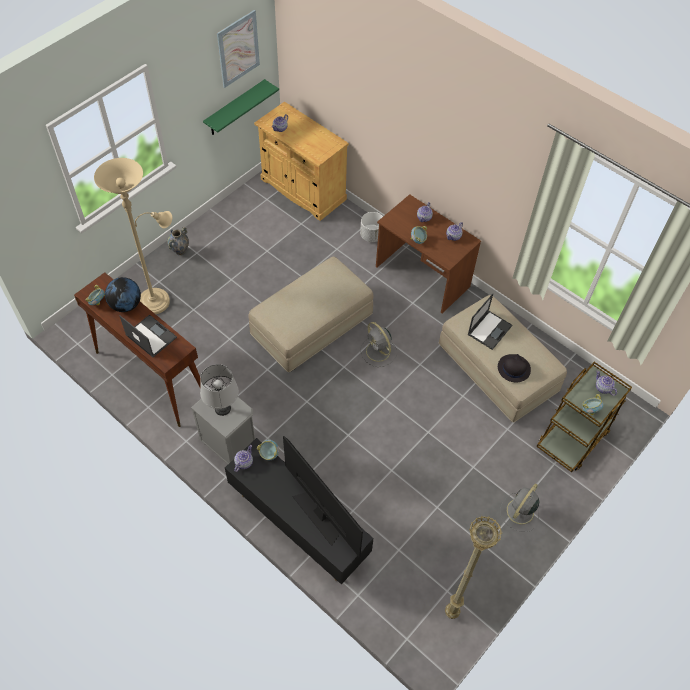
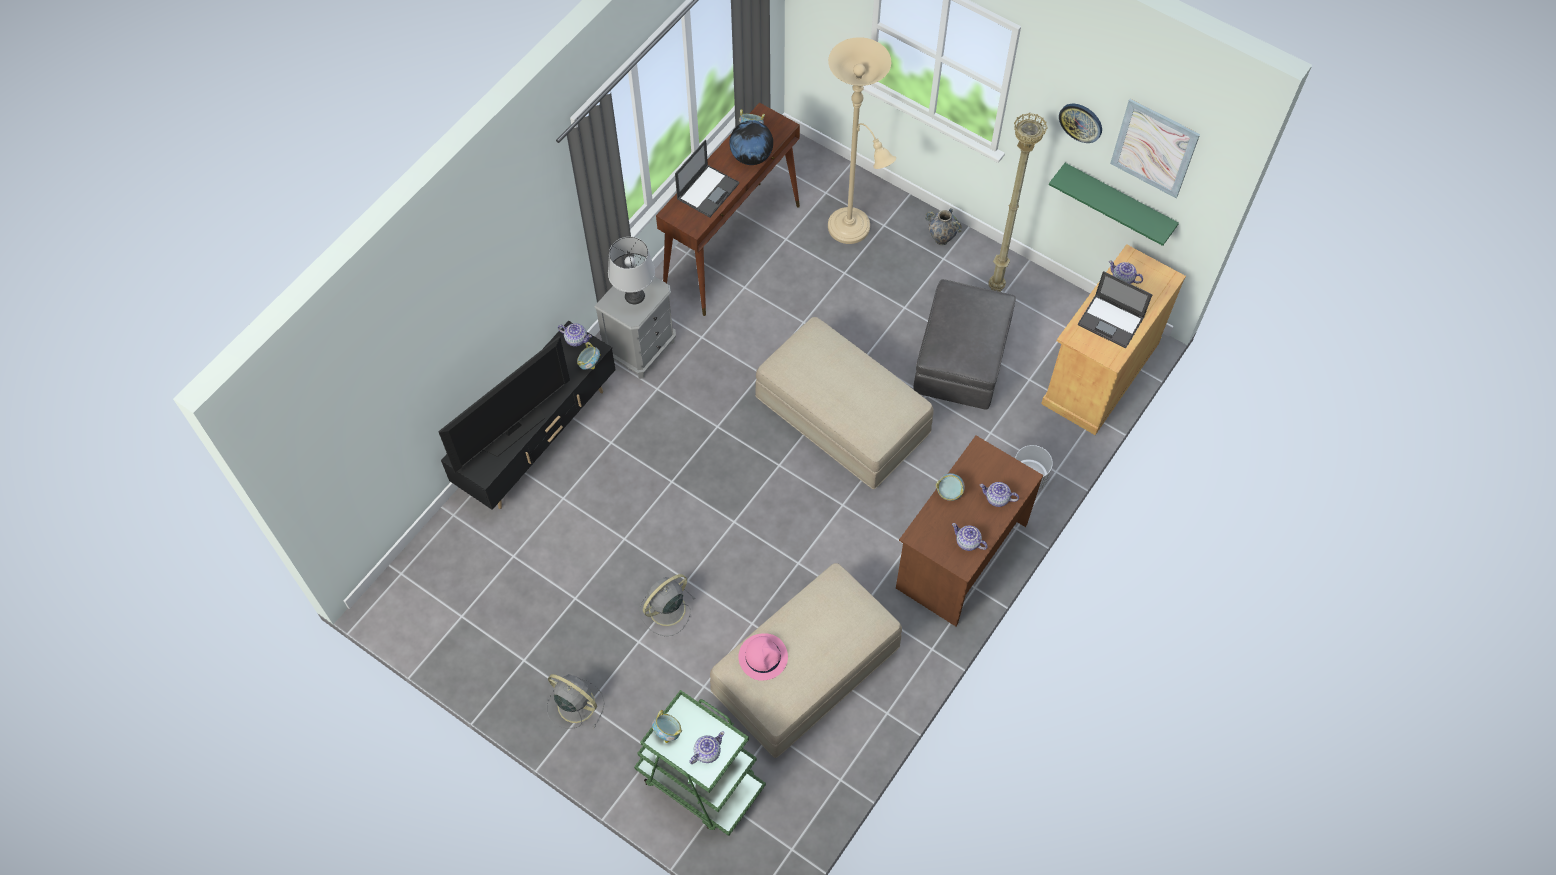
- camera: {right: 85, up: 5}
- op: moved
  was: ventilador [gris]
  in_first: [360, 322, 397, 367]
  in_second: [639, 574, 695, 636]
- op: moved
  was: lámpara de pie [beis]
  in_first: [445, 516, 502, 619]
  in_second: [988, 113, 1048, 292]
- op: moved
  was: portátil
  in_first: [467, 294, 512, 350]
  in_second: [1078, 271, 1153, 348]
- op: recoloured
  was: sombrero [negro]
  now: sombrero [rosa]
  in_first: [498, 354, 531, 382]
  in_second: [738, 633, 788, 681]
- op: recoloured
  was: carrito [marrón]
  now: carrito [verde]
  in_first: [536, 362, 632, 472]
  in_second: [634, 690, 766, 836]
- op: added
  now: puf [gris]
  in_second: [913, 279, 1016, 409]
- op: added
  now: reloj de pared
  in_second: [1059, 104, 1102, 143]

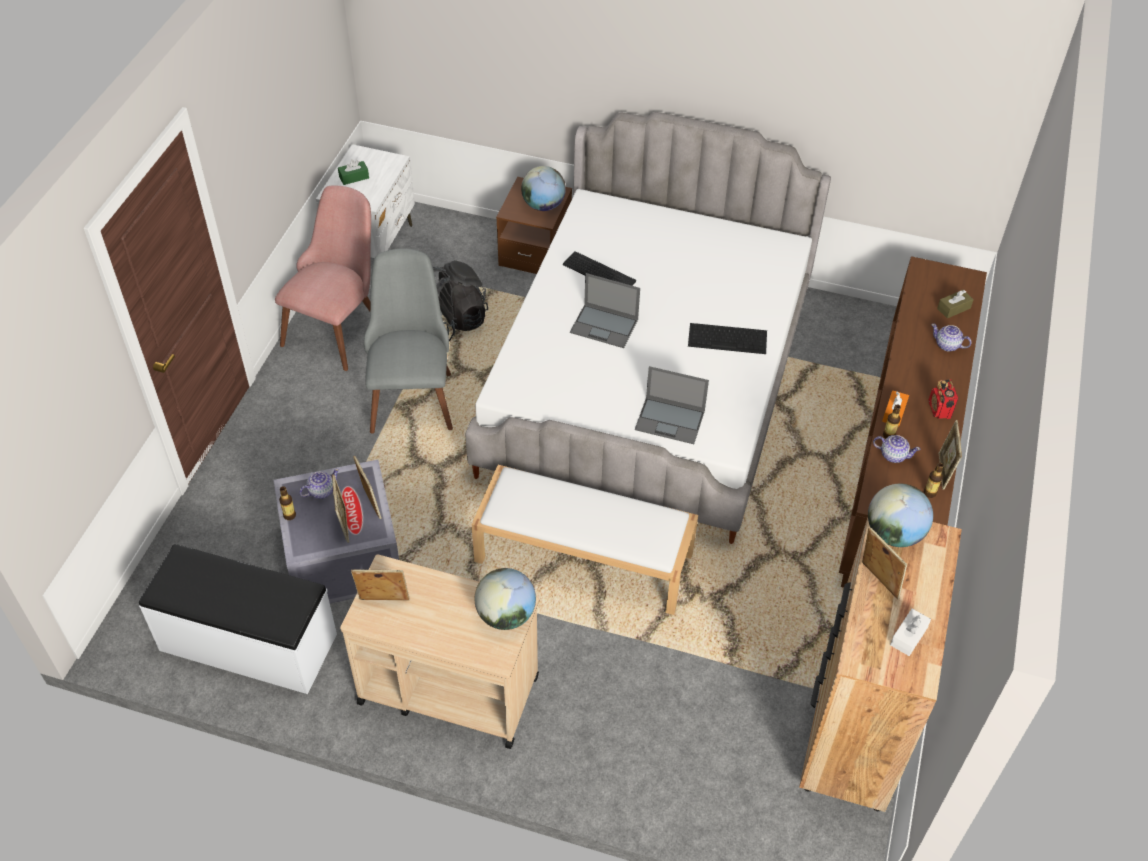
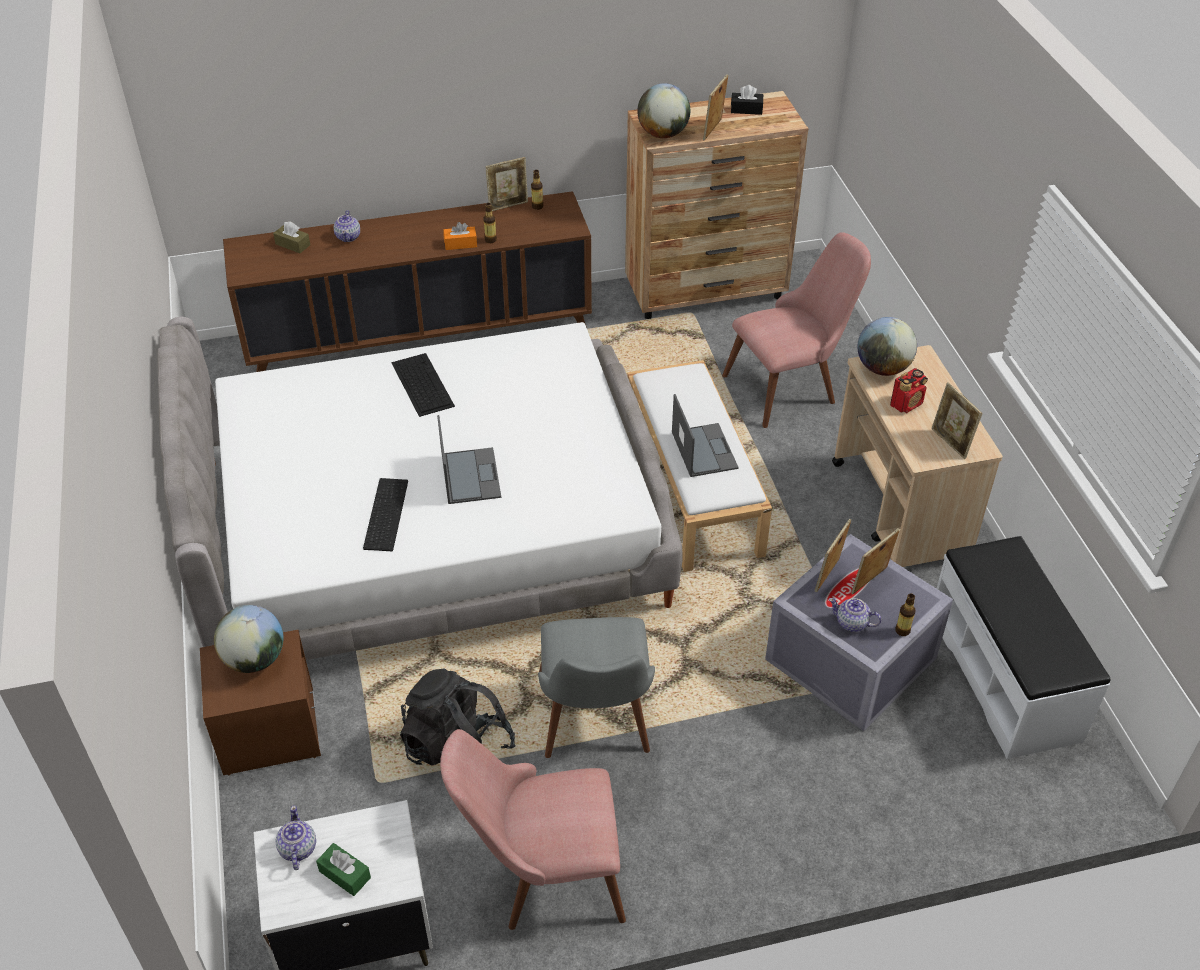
- camera: {right: -120, up: -5}
- op: turned
  was: silla [gris]
  in_first: [364, 249, 453, 433]
  in_second: [538, 617, 655, 758]
  clockwise: -60
- op: moved
  was: portátil
  in_first: [635, 366, 709, 444]
  in_second: [672, 394, 739, 477]
- op: moved
  was: tetera
  in_first: [873, 435, 920, 463]
  in_second: [275, 805, 316, 870]
- op: recoloured
  was: caja de pañuelos [blanco]
  now: caja de pañuelos [negro]
  in_first: [890, 609, 931, 656]
  in_second: [731, 85, 763, 115]
- op: moved
  was: radio
  in_first: [929, 379, 959, 419]
  in_second: [890, 368, 928, 413]
- op: added
  now: silla [rosa]
  in_second: [722, 232, 871, 428]

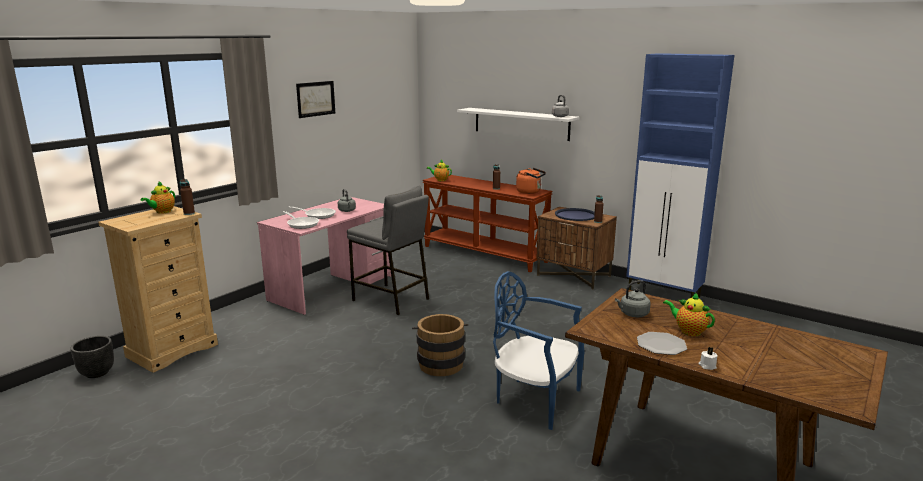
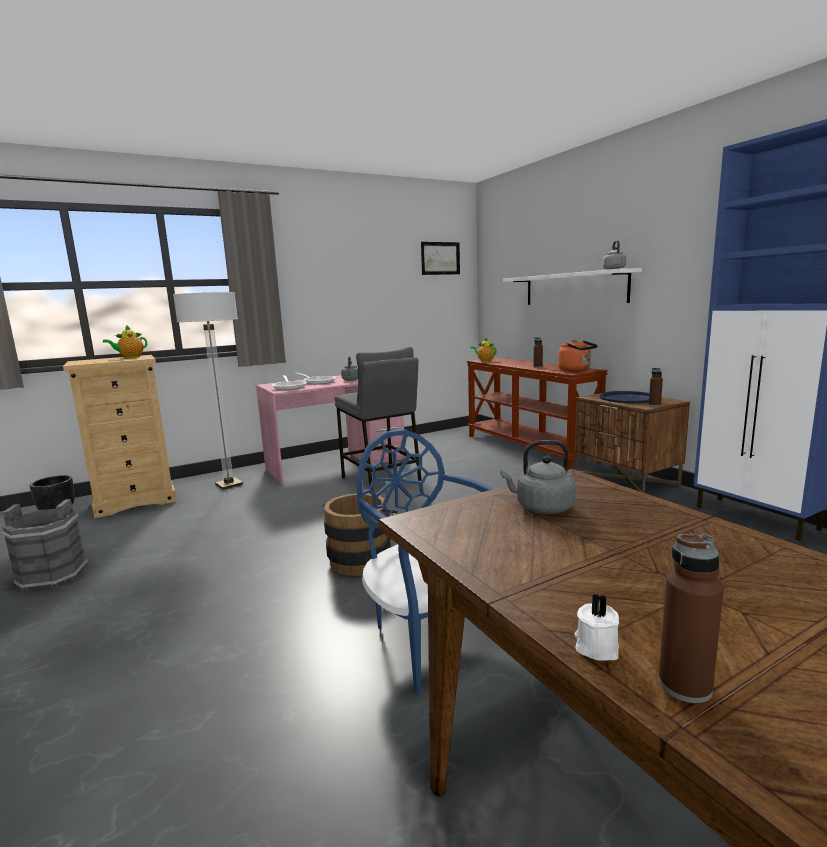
- camera: {right: 25, up: -5}
- op: moved
  was: botella [marrón]
  in_first: [180, 179, 195, 215]
  in_second: [659, 533, 724, 703]
- op: moved
  was: cuadro
  in_first: [296, 81, 335, 118]
  in_second: [421, 242, 460, 275]
- op: removed
  was: plato
  in_first: [637, 332, 687, 355]
- op: removed
  was: tetera
  in_first: [663, 292, 715, 336]
- op: added
  now: cubo [gris]
  in_second: [2, 499, 88, 591]
- op: added
  now: lámpara de pie
  in_second: [173, 292, 243, 490]

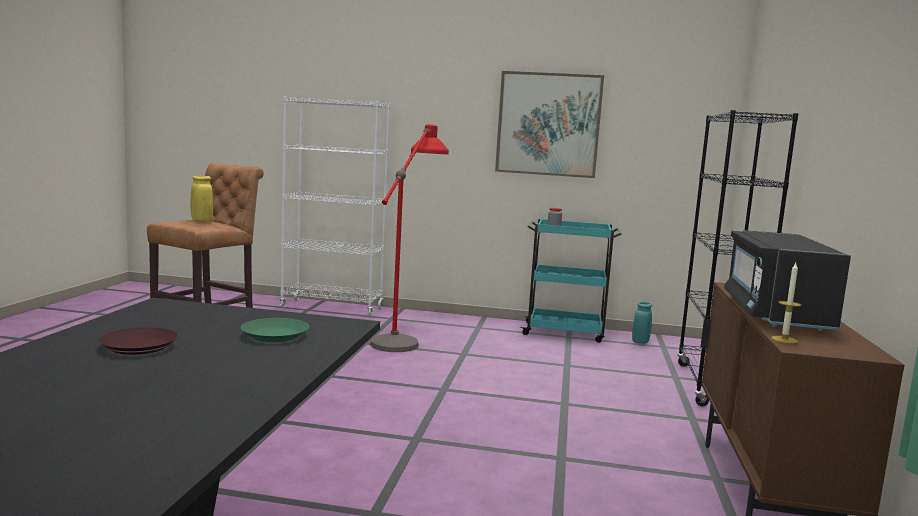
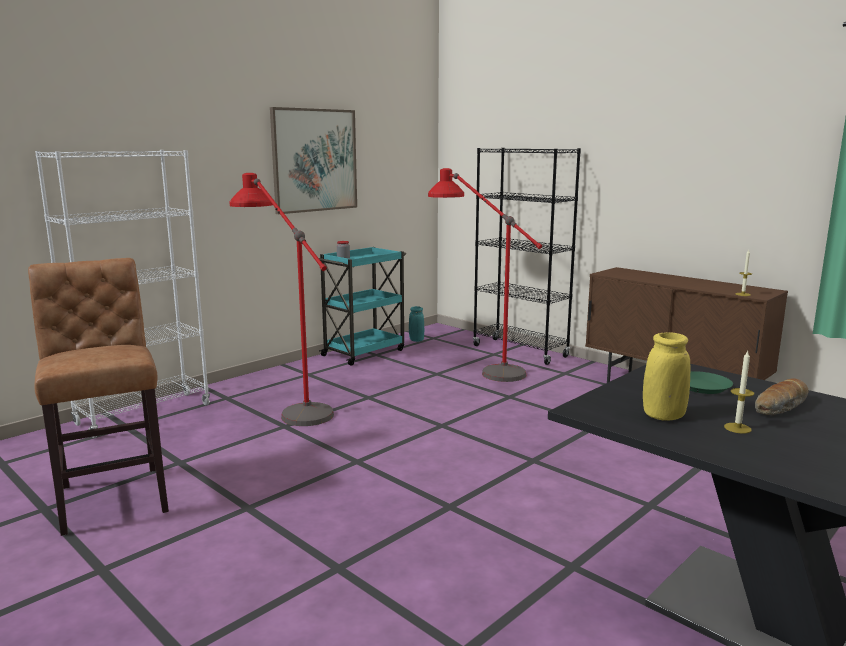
- camera: {right: -55, up: 5}
- op: replaced
  was: plato [marrón]
  now: vela
  in_first: [98, 327, 178, 355]
  in_second: [724, 351, 754, 434]
- op: moved
  was: florero [amarillo]
  in_first: [190, 175, 213, 222]
  in_second: [643, 332, 690, 421]
- op: removed
  was: microondas [negro]
  in_first: [724, 230, 851, 332]
- op: added
  now: lámpara de pie [rojo]
  in_second: [428, 168, 542, 382]
- op: added
  now: pan
  in_second: [755, 378, 809, 415]

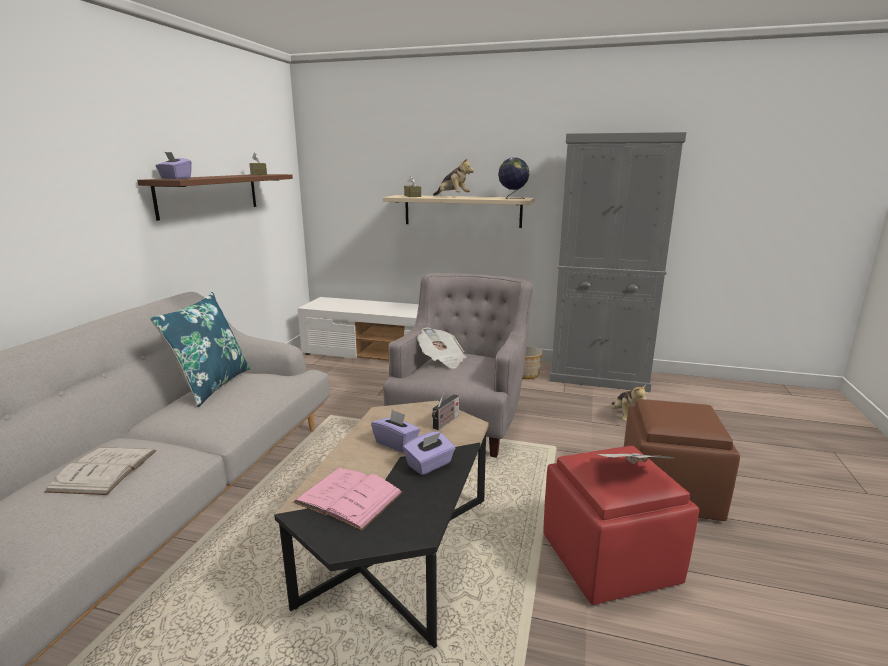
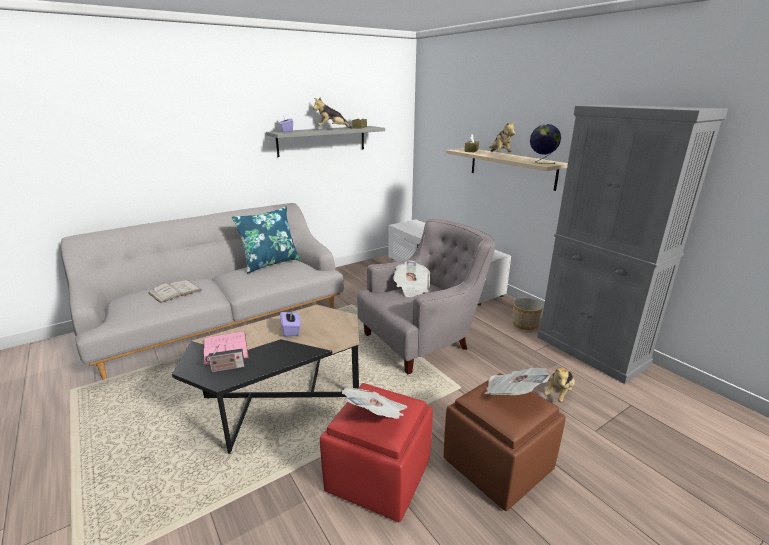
- camera: {right: 40, up: 5}
- op: recoloured
  was: estante [marrón]
  now: estante [gris]
  in_first: [137, 174, 293, 221]
  in_second: [266, 126, 385, 157]
- op: removed
  was: caja de pañuelos [morado]
  in_first: [403, 431, 455, 475]
- op: moved
  was: radio
  in_first: [432, 393, 459, 430]
  in_second: [206, 344, 245, 372]
- op: added
  now: peluche
  in_second: [313, 97, 353, 129]
- op: added
  now: periódico
  in_second: [485, 368, 550, 395]

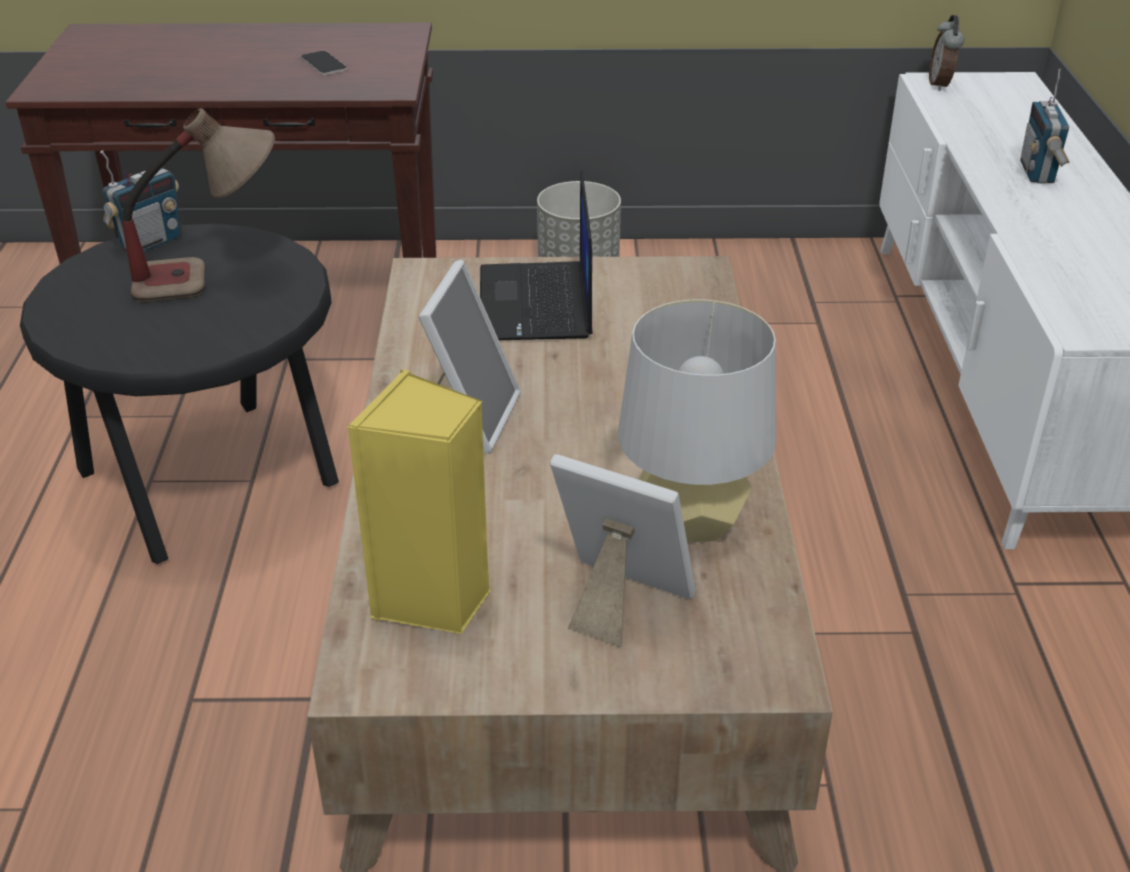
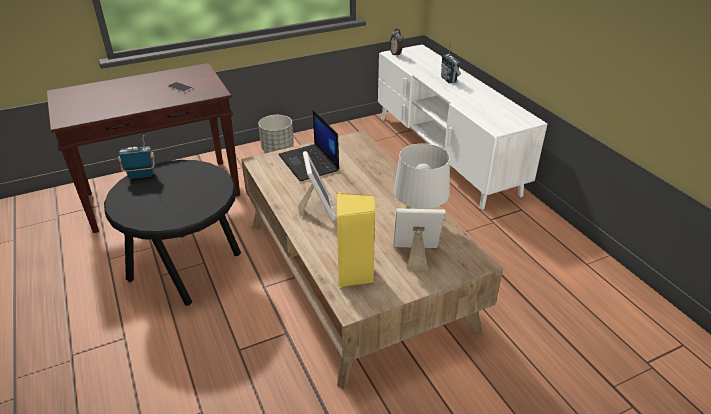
- camera: {right: -25, up: 0}
- op: turned
  was: radio
  in_first: [100, 150, 180, 252]
  in_second: [118, 135, 155, 179]
  clockwise: -120
- op: removed
  was: lámpara de mesa
  in_first: [122, 108, 275, 302]

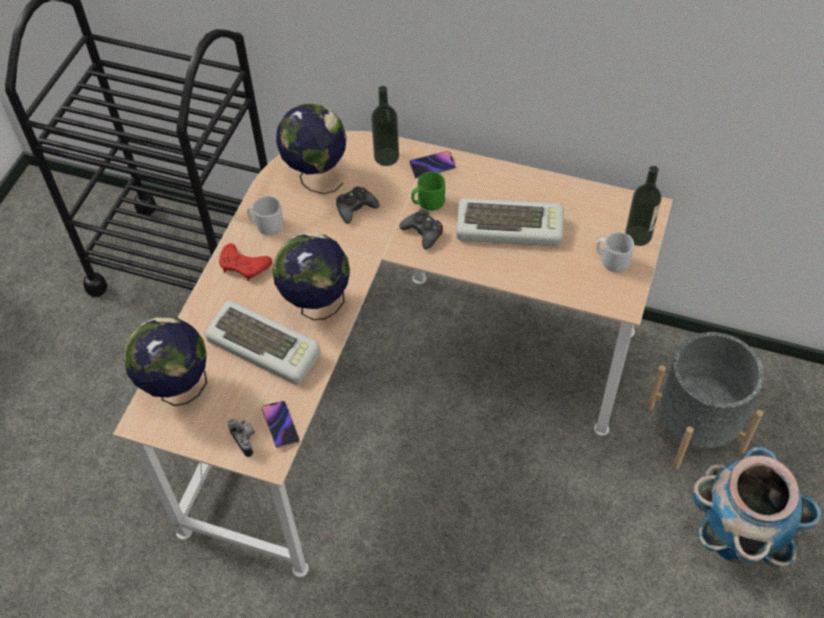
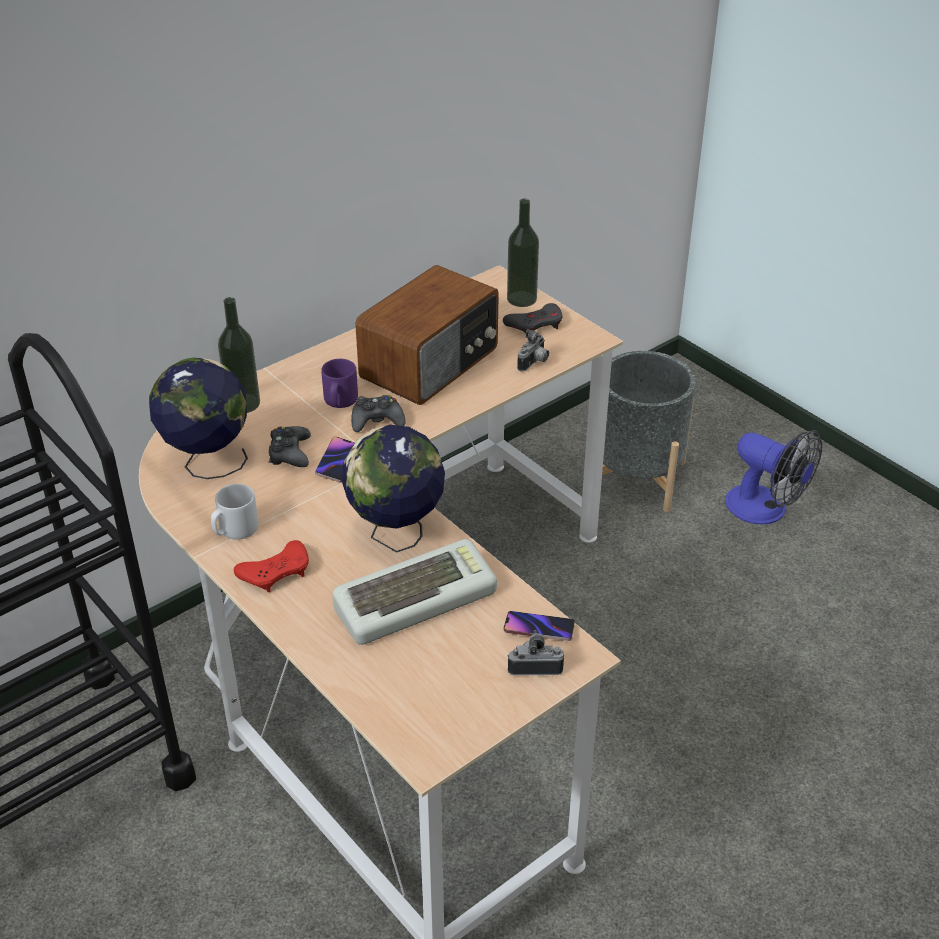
- camera: {right: -60, up: -15}
- op: removed
  was: globo terráqueo
  in_first: [124, 317, 207, 406]
- op: moved
  was: móvil
  in_first: [410, 151, 455, 178]
  in_second: [315, 437, 355, 483]
- op: recoloured
  was: taza grande [verde]
  now: taza grande [morado]
  in_first: [411, 172, 445, 211]
  in_second: [321, 359, 358, 408]
- op: replaced
  was: teclado
  now: radio
  in_first: [456, 198, 564, 246]
  in_second: [355, 265, 499, 405]
- op: replaced
  was: taza grande [gris]
  now: mando de consola [gris]
  in_first: [597, 232, 634, 272]
  in_second: [503, 303, 562, 333]
- op: replaced
  was: maceta
  now: ventilador
  in_first: [693, 447, 821, 567]
  in_second: [725, 430, 822, 525]
- op: added
  now: cámara
  in_second: [517, 329, 549, 372]

